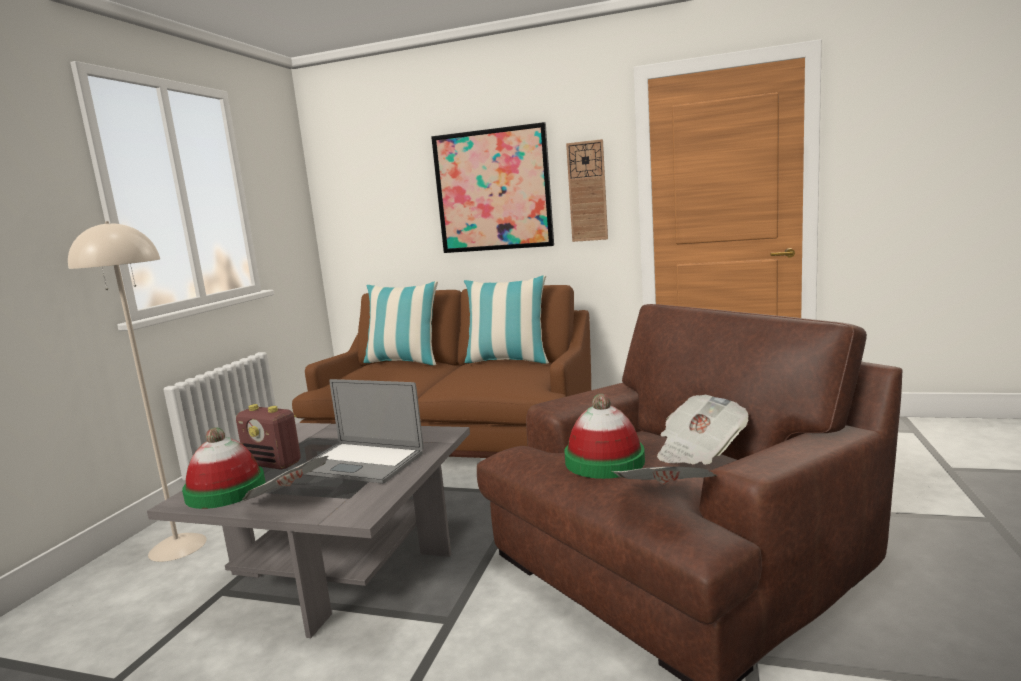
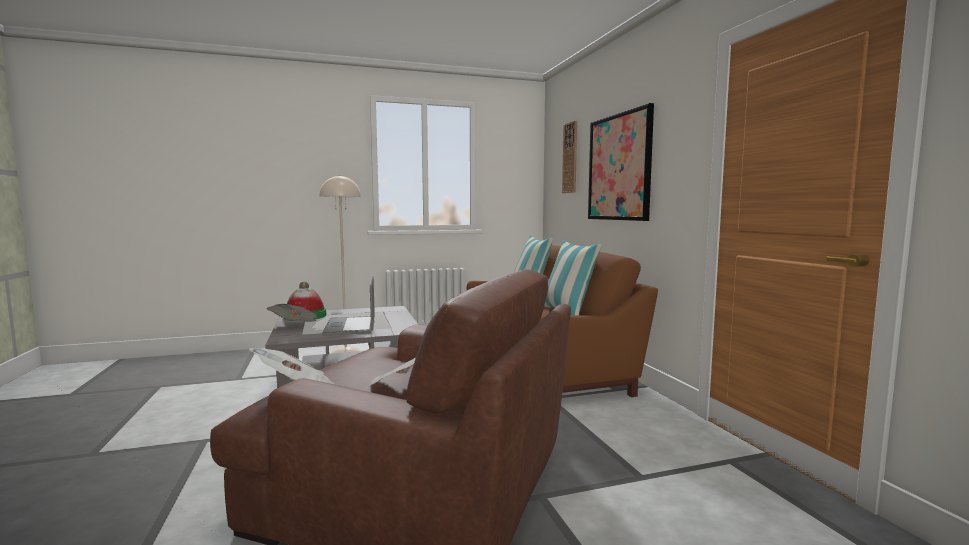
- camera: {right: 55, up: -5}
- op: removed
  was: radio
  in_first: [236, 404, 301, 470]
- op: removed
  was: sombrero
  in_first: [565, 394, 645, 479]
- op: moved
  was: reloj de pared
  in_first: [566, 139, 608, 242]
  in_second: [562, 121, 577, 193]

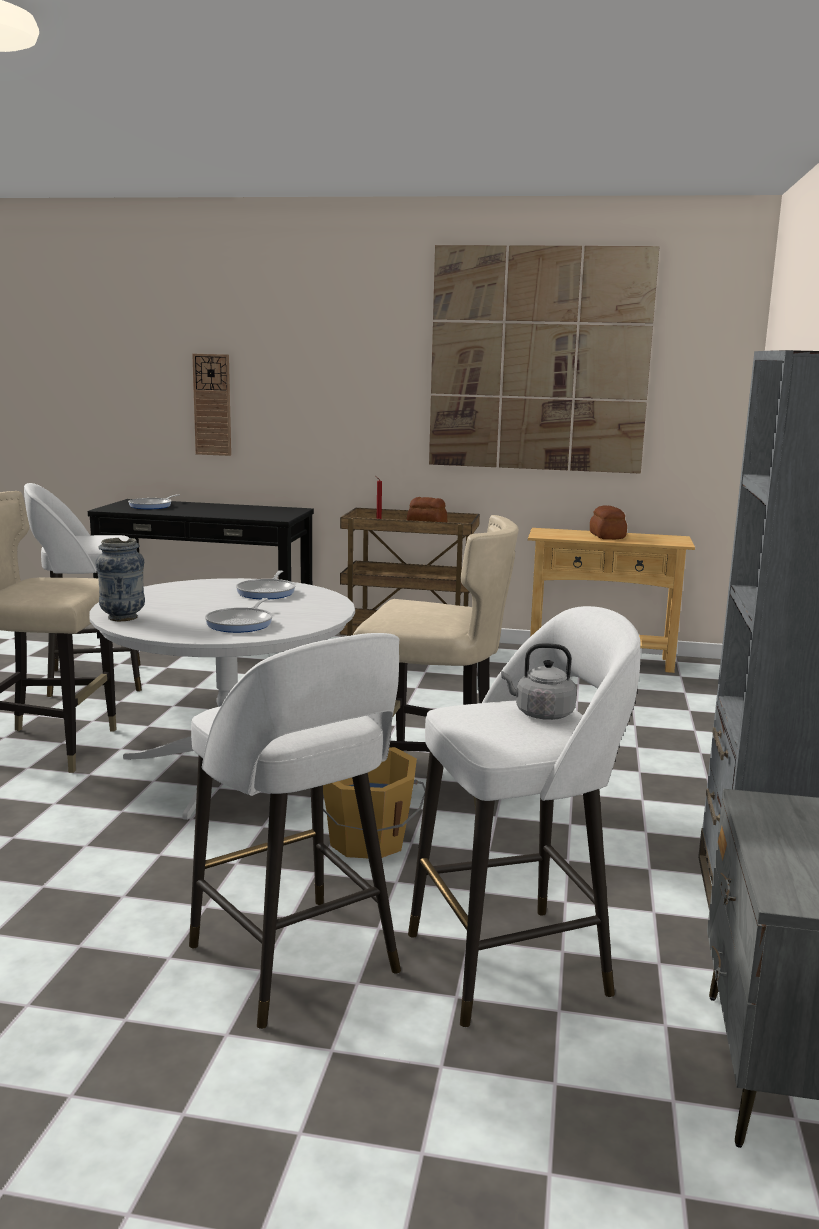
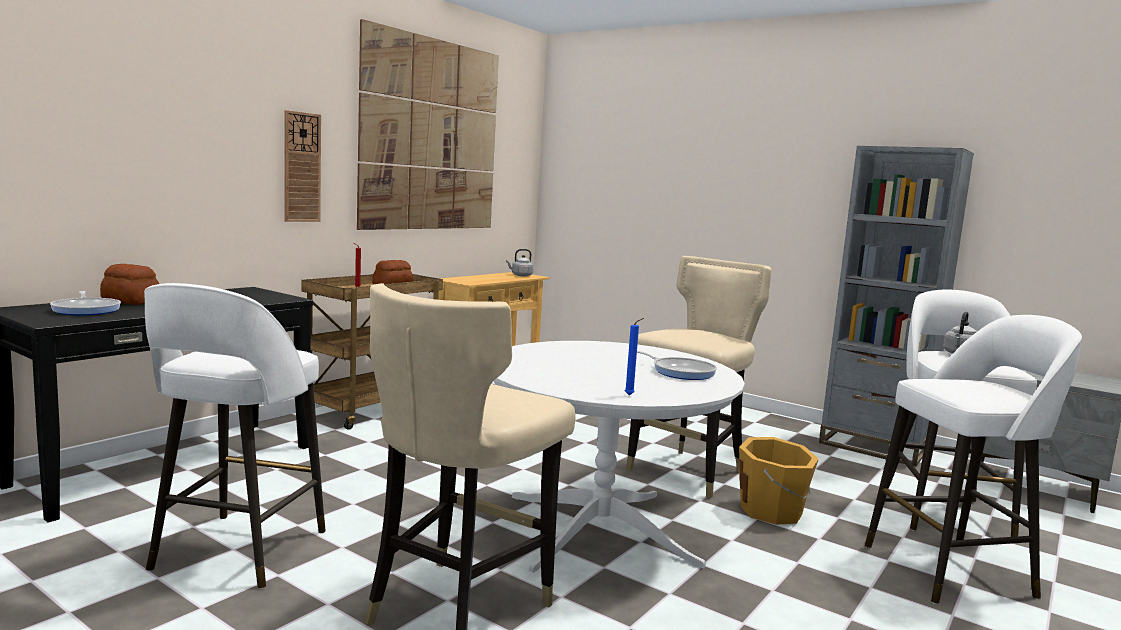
- camera: {right: -65, up: -5}
- op: replaced
  was: florero
  now: vela [azul]
  in_first: [95, 538, 145, 621]
  in_second: [625, 318, 644, 395]
- op: moved
  was: reloj de pared
  in_first: [192, 354, 231, 456]
  in_second: [284, 110, 321, 222]
- op: removed
  was: sartén
  in_first: [236, 571, 296, 599]
- op: moved
  was: pan
  in_first: [590, 506, 627, 539]
  in_second: [100, 264, 159, 305]
- op: added
  now: hervidor [gris]
  in_second: [506, 249, 534, 276]

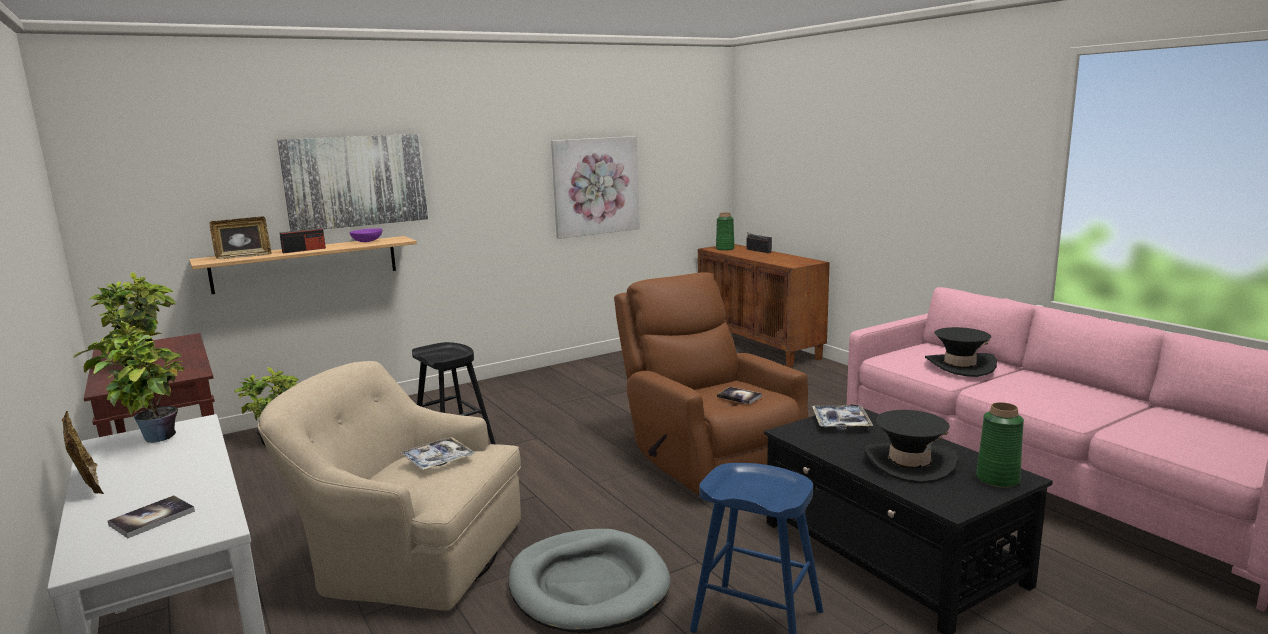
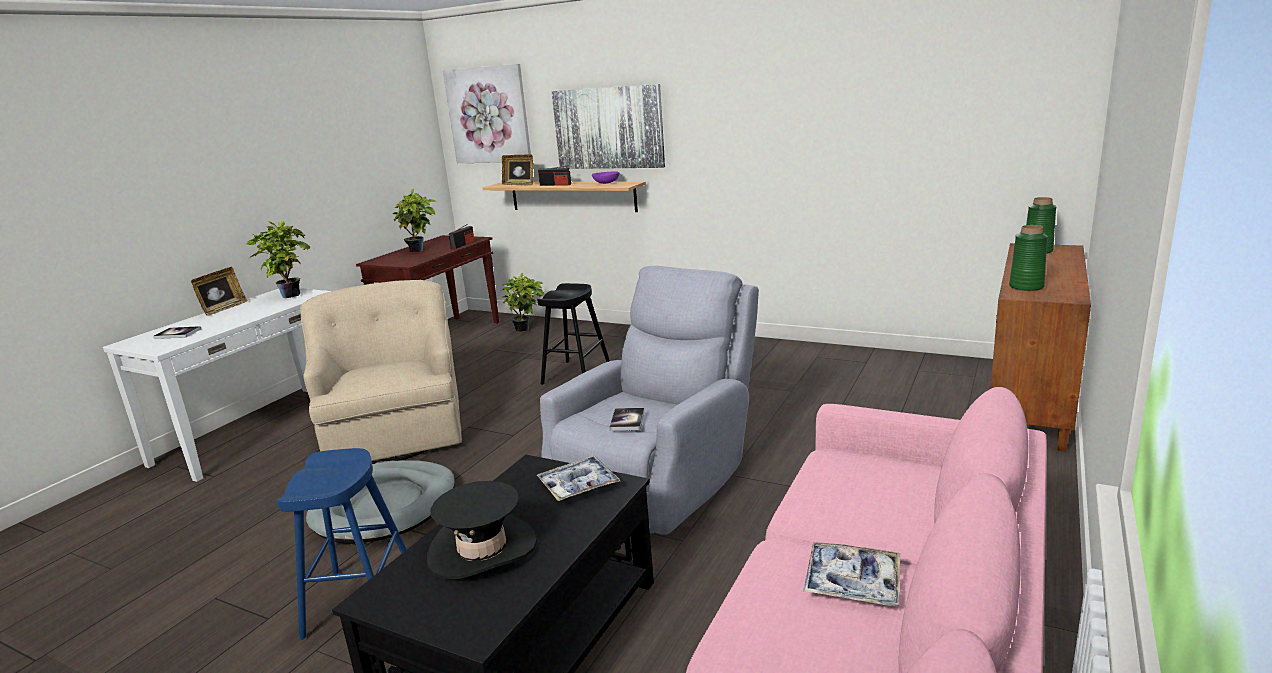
- camera: {right: 60, up: 5}
- op: moved
  was: bandeja
  in_first: [400, 437, 475, 470]
  in_second: [803, 542, 900, 606]
- op: moved
  was: cuadro
  in_first: [551, 136, 640, 239]
  in_second: [443, 64, 531, 163]
- op: recoloured
  was: sillón [marrón]
  now: sillón [gris]
  in_first: [614, 272, 809, 496]
  in_second: [540, 266, 759, 535]
- op: moved
  was: radio
  in_first: [747, 232, 772, 253]
  in_second: [449, 224, 475, 249]
- op: removed
  was: sombrero [negro]
  in_first: [925, 327, 997, 377]
- op: moved
  was: florero [verde]
  in_first: [976, 402, 1024, 488]
  in_second: [1009, 225, 1048, 291]

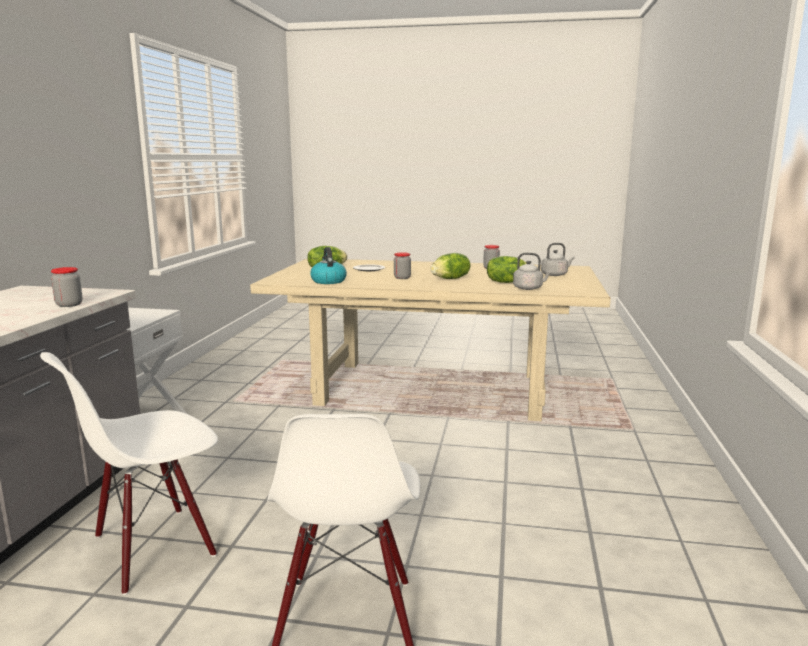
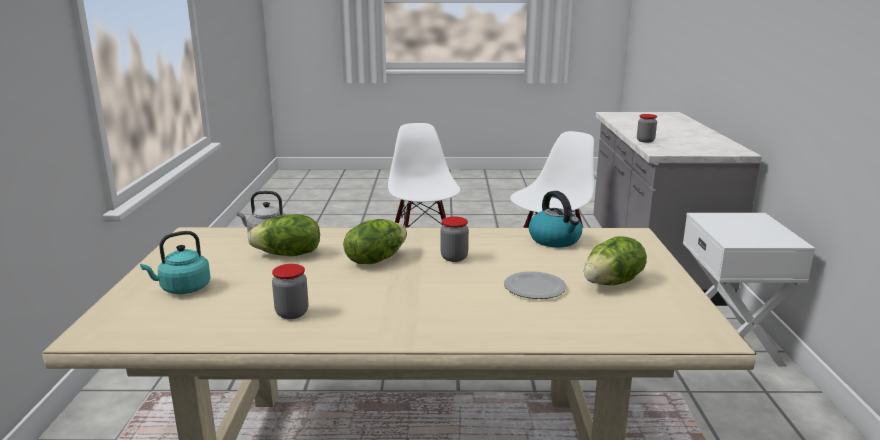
- camera: {right: 170, up: 5}
- op: recoloured
  was: hervidor [gris]
  now: hervidor [turquesa]
  in_first: [541, 243, 575, 276]
  in_second: [140, 231, 211, 294]

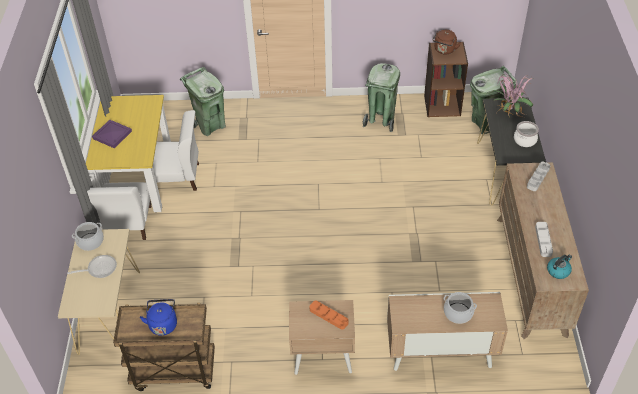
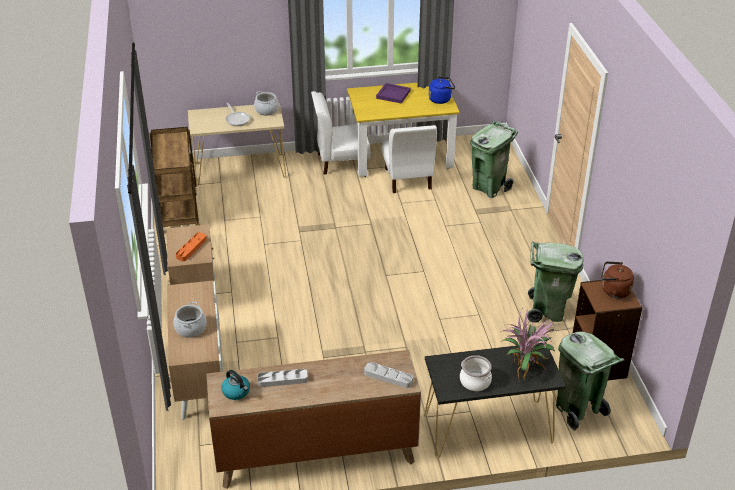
- camera: {right: 80, up: -10}
- op: moved
  was: hervidor [azul]
  in_first: [140, 299, 177, 336]
  in_second: [429, 77, 455, 104]

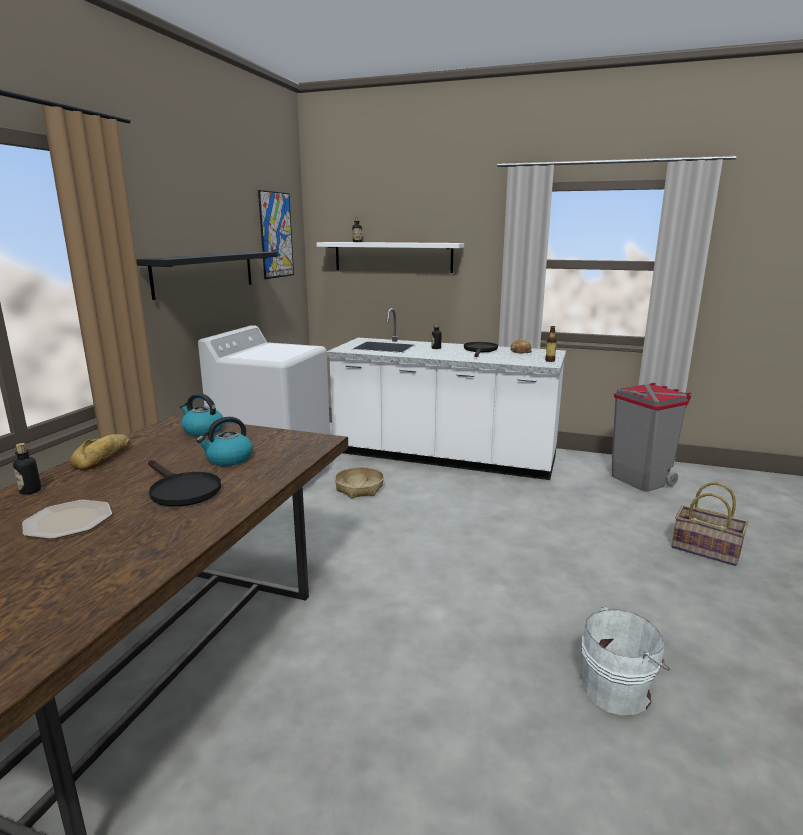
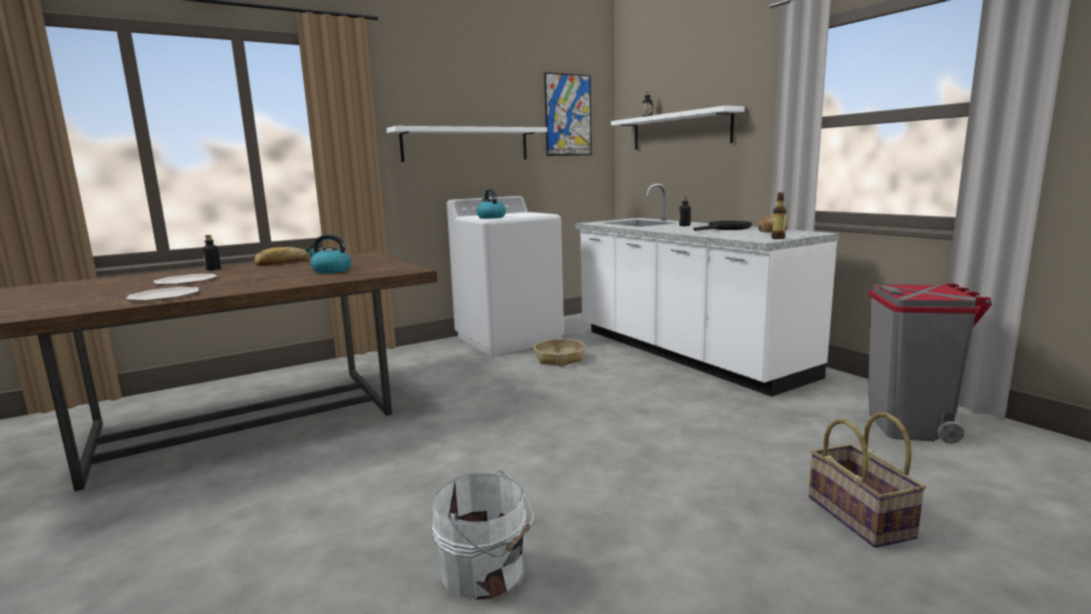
- camera: {right: 40, up: -5}
- op: recoloured
  was: estante [negro]
  now: estante [blanco]
  in_first: [136, 252, 278, 300]
  in_second: [387, 126, 547, 162]
- op: removed
  was: sartén [negro]
  in_first: [148, 460, 221, 507]
- op: moved
  was: hervidor
  in_first: [180, 393, 223, 436]
  in_second: [476, 189, 506, 219]
- op: added
  now: plato
  in_second: [126, 287, 199, 301]

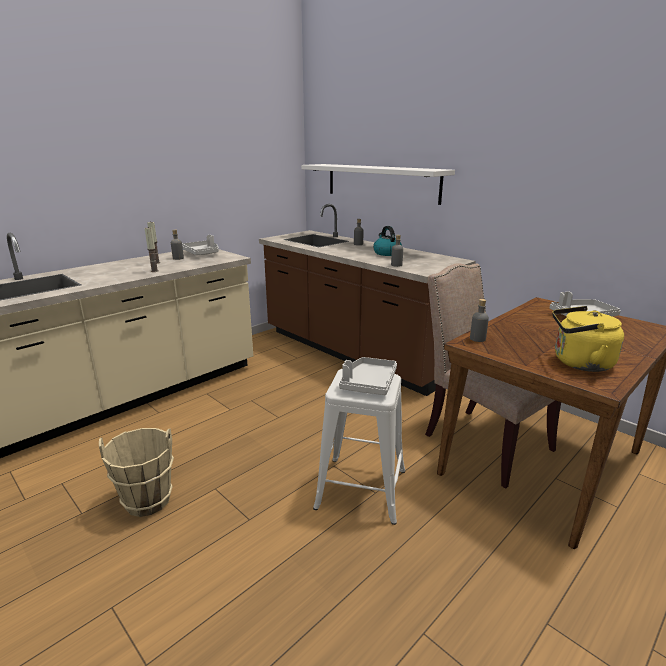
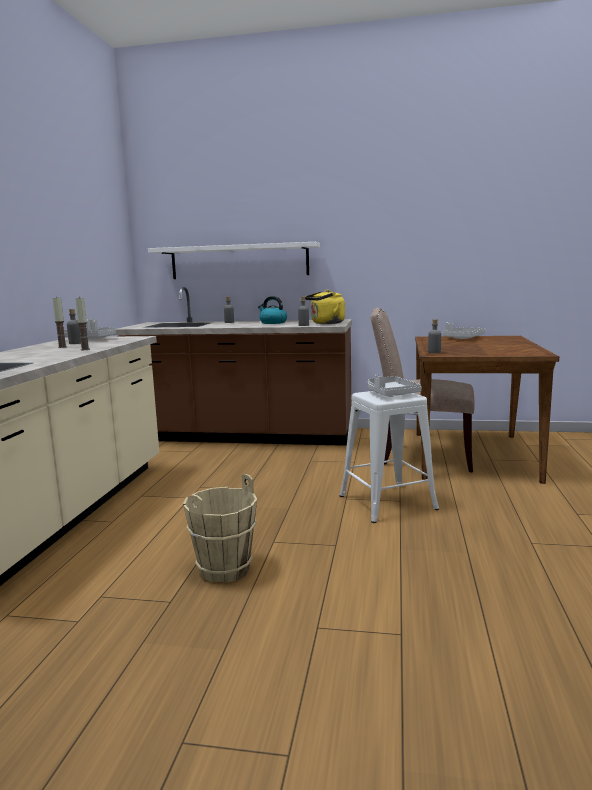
- camera: {right: -35, up: -10}
- op: moved
  was: hervidor [amarillo]
  in_first: [553, 306, 624, 372]
  in_second: [305, 290, 345, 324]

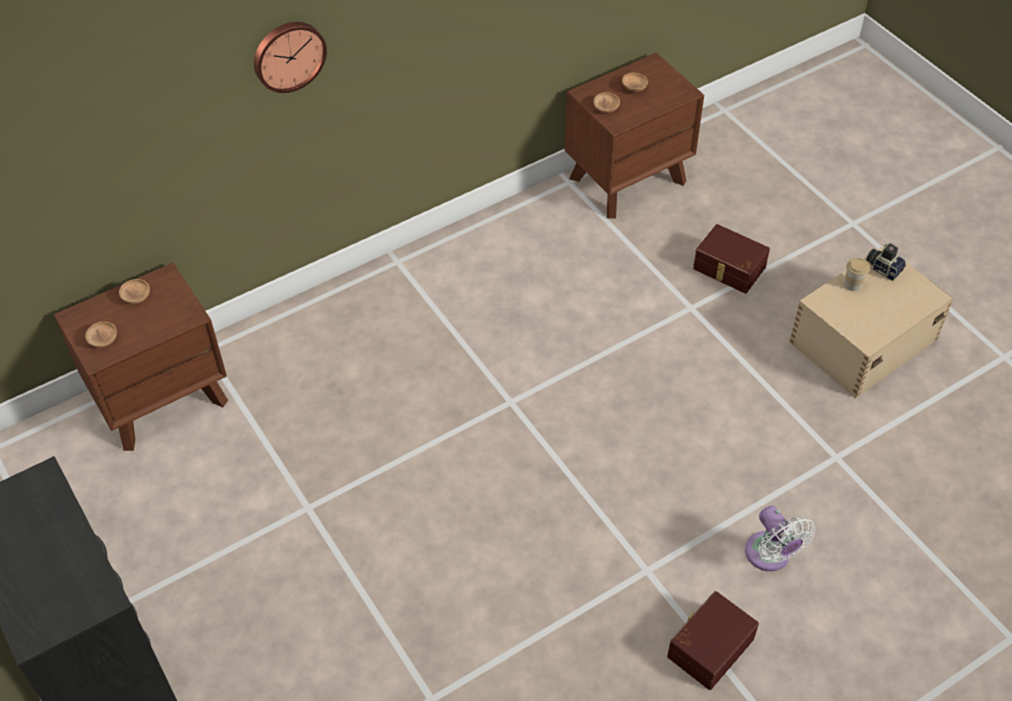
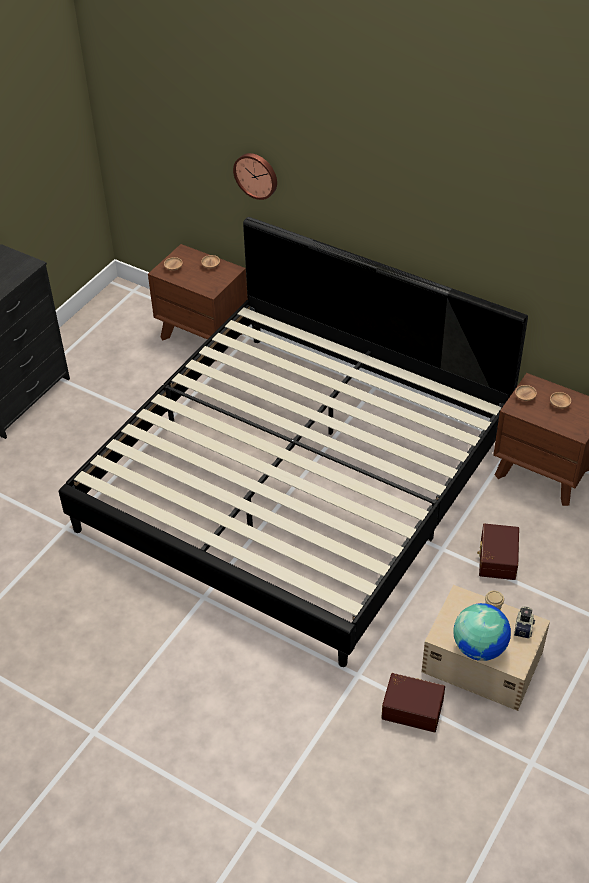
- camera: {right: 65, up: -5}
- op: moved
  was: reloj de pared
  in_first: [254, 22, 327, 93]
  in_second: [233, 153, 277, 200]
- op: moved
  was: caja de almacenaje [marrón]
  in_first: [667, 591, 759, 690]
  in_second: [382, 673, 445, 732]
- op: removed
  was: ventilador [blanco]
  in_first: [745, 506, 815, 571]
- op: added
  now: cama
  in_second: [59, 217, 528, 667]
- op: added
  now: globo terráqueo
  in_second: [454, 603, 511, 661]

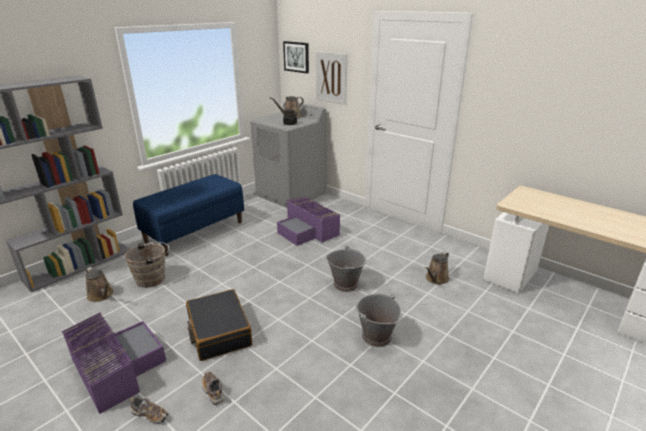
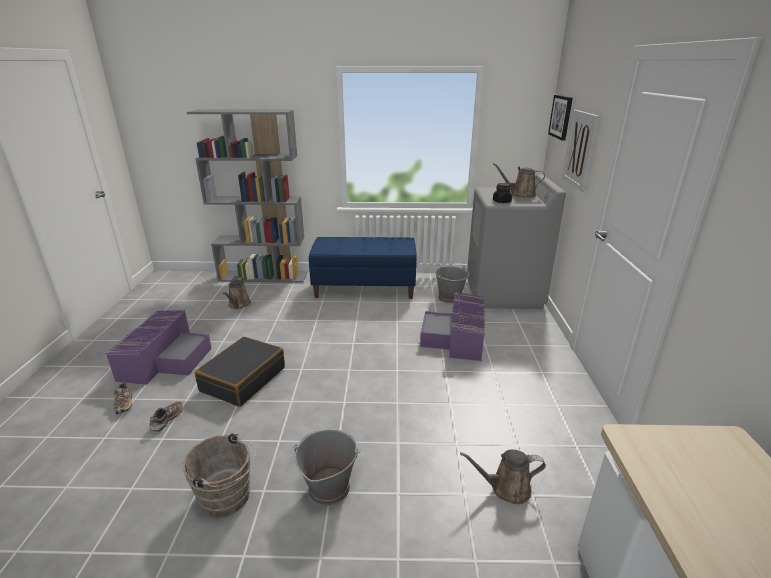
- camera: {right: 50, up: 0}
- op: moved
  was: cubo [marrón]
  in_first: [124, 242, 169, 288]
  in_second: [183, 434, 256, 518]
- op: moved
  was: cubo [gris]
  in_first: [326, 246, 366, 292]
  in_second: [435, 266, 469, 303]

